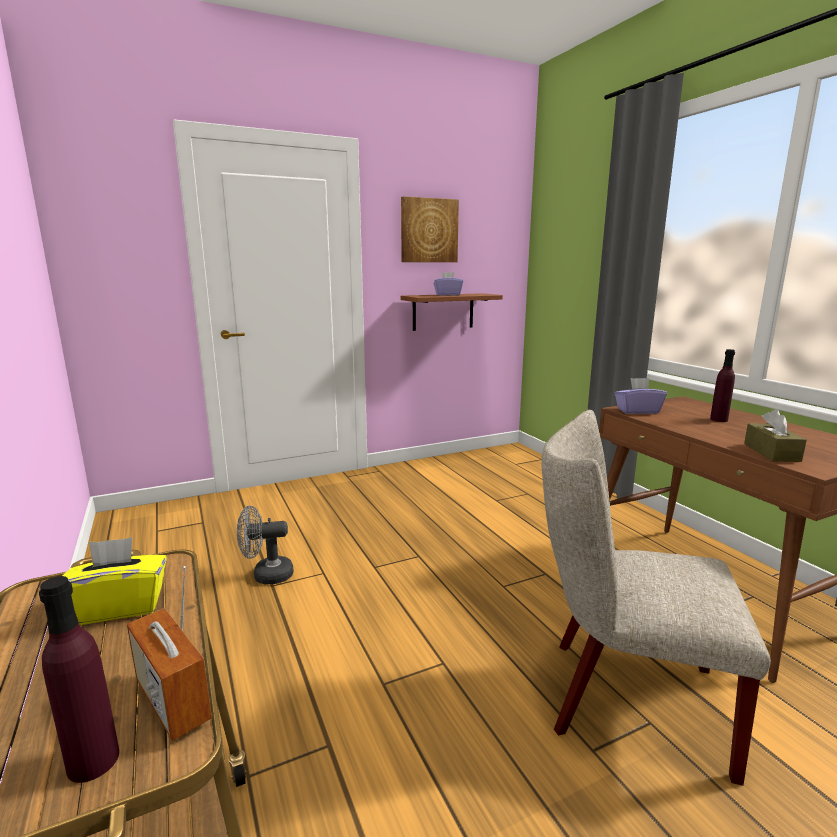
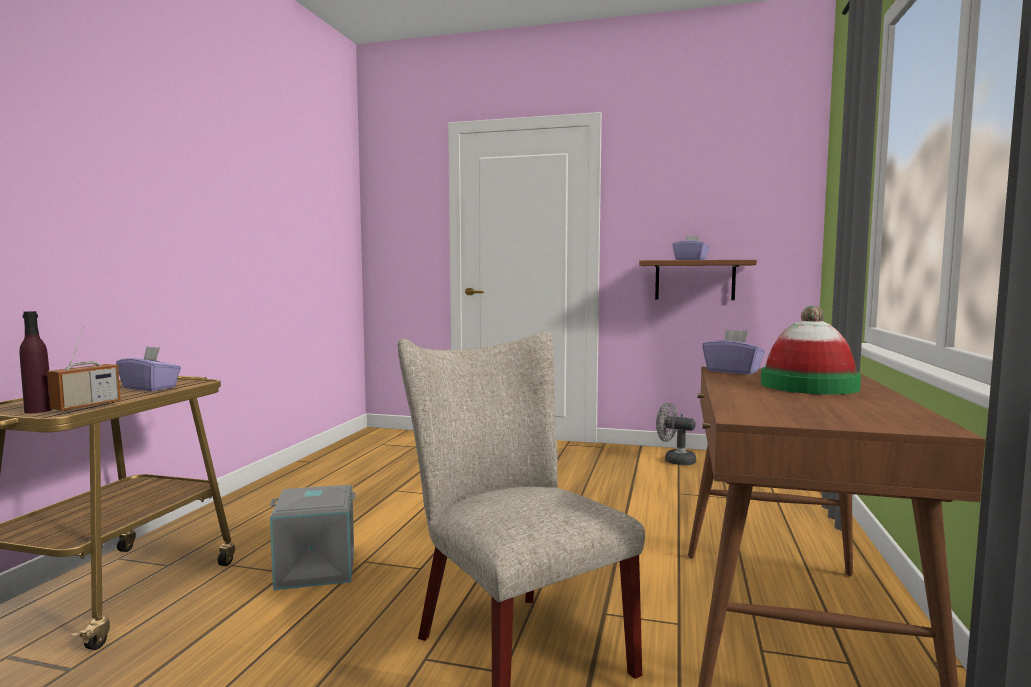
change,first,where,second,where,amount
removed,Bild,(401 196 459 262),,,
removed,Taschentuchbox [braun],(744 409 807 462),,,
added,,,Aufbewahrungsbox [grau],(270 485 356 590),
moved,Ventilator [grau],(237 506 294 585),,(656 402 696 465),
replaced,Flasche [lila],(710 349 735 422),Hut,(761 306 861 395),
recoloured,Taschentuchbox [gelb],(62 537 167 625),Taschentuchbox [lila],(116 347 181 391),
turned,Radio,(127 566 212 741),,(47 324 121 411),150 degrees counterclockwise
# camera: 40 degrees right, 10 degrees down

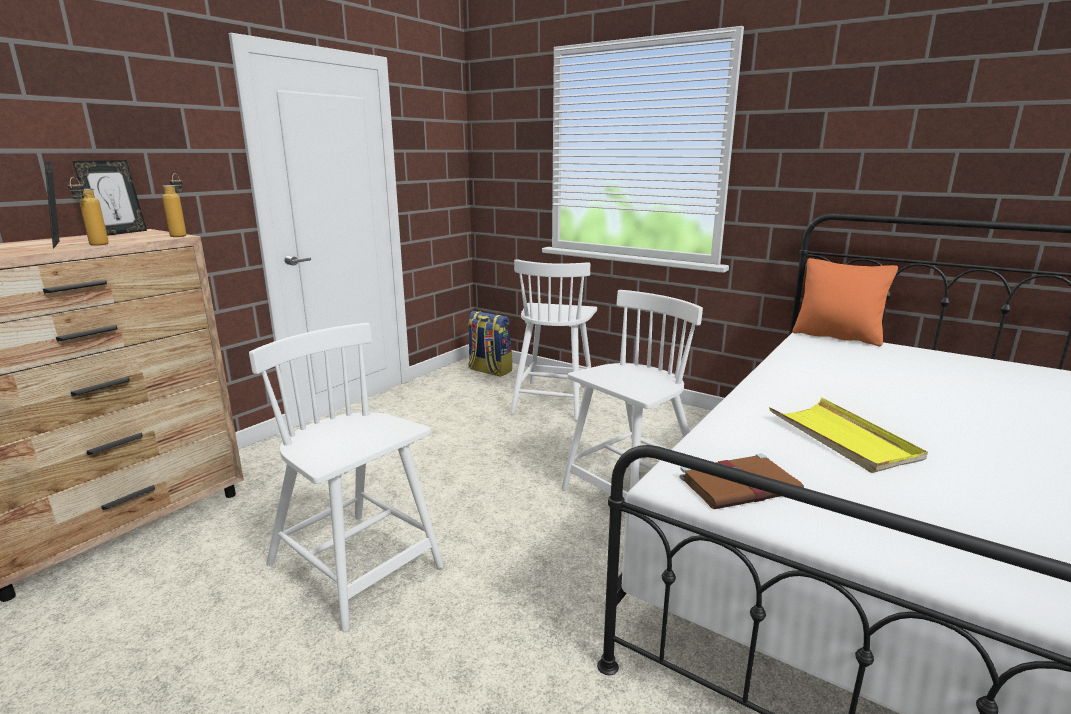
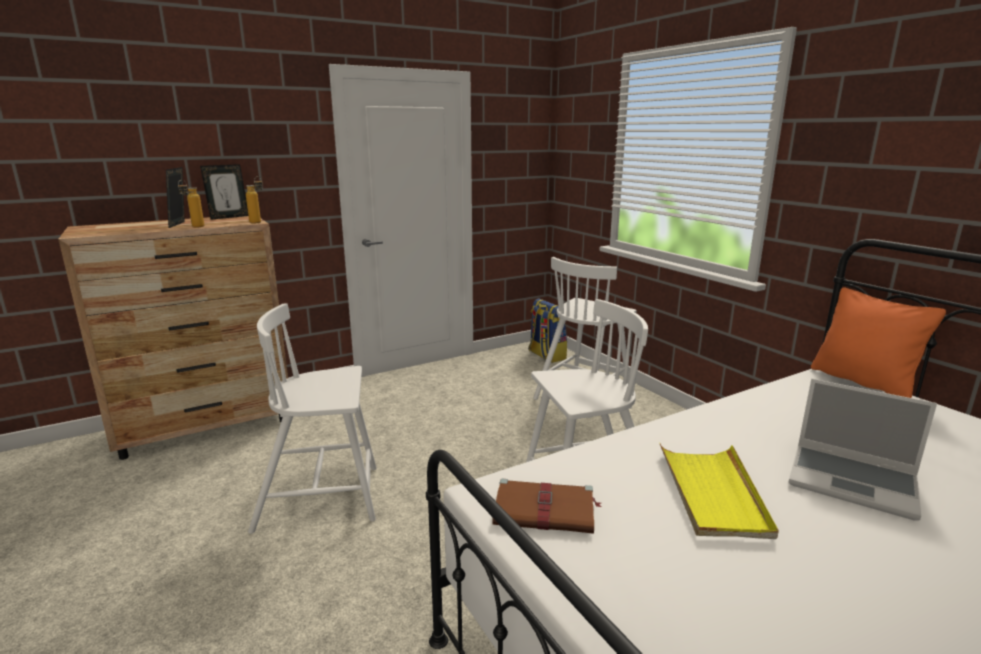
change,first,where,second,where,amount
added,,,Laptop,(789 378 937 520),
turned,Stuhl [weiß],(249 323 443 632),,(248 303 377 534),75 degrees counterclockwise
# camera: 25 degrees right, 0 degrees up

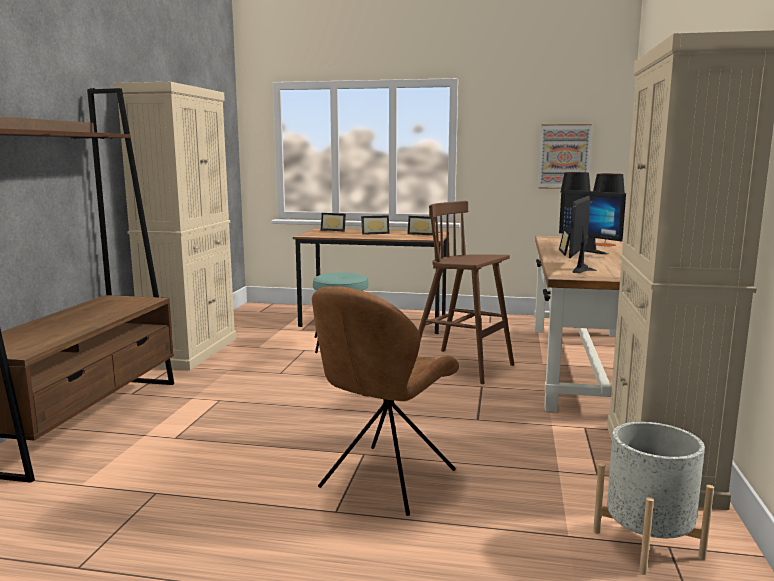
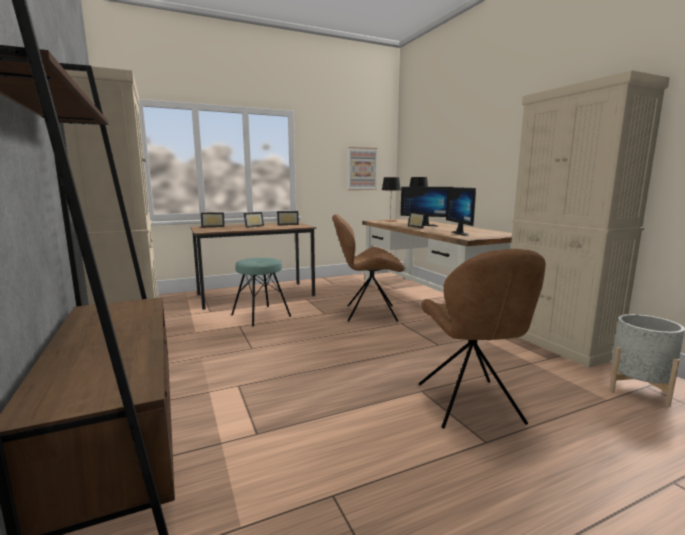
change,first,where,second,where,amount
replaced,Hocker [braun],(418 201 514 384),Stuhl [braun],(332 214 404 322),
# camera: 35 degrees left, 0 degrees up

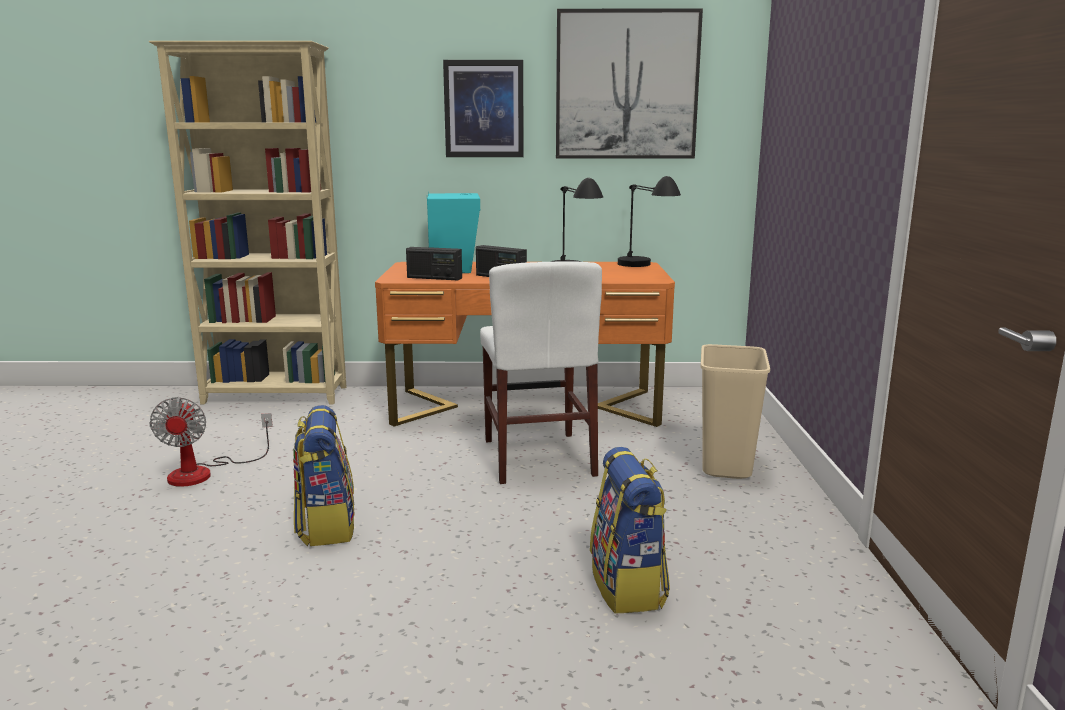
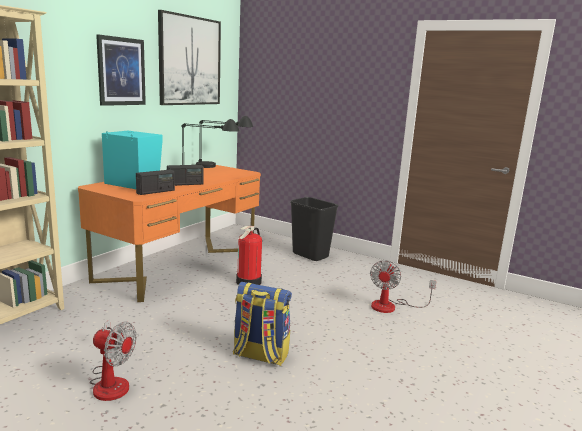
change,first,where,second,where,amount
replaced,Stuhl [weiß],(480 261 602 484),Feuerlöscher,(236 225 262 285),
replaced,Rucksack,(590 447 670 613),Ventilator,(370 260 436 313),
recoloured,Mülleimer [beige],(701 344 770 479),Mülleimer [schwarz],(290 197 338 261),
# camera: 60 degrees left, 0 degrees up

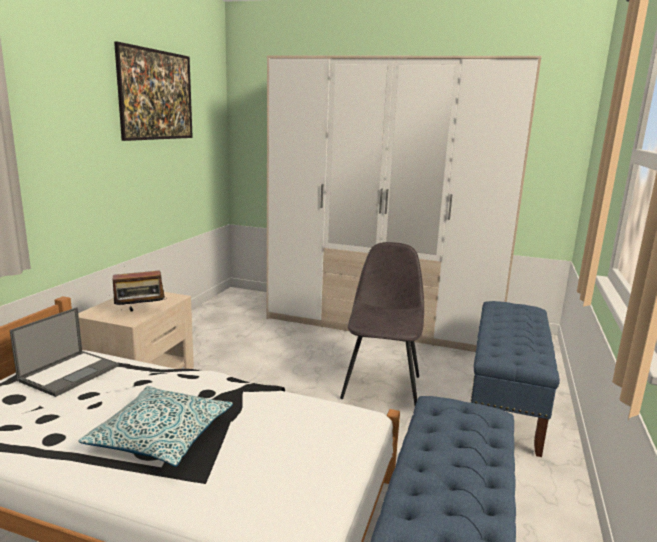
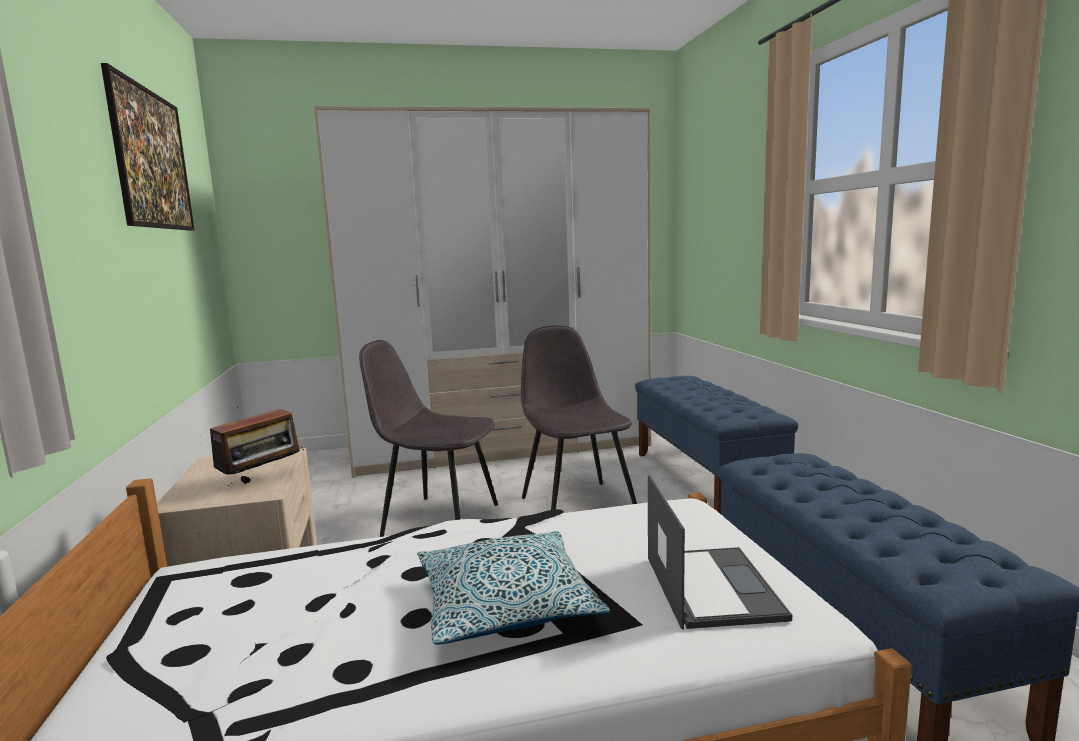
change,first,where,second,where,amount
added,,,Stuhl [grau],(359 340 498 537),
moved,Laptop,(10 307 119 397),,(648 475 792 629),
# camera: 30 degrees left, 5 degrees down

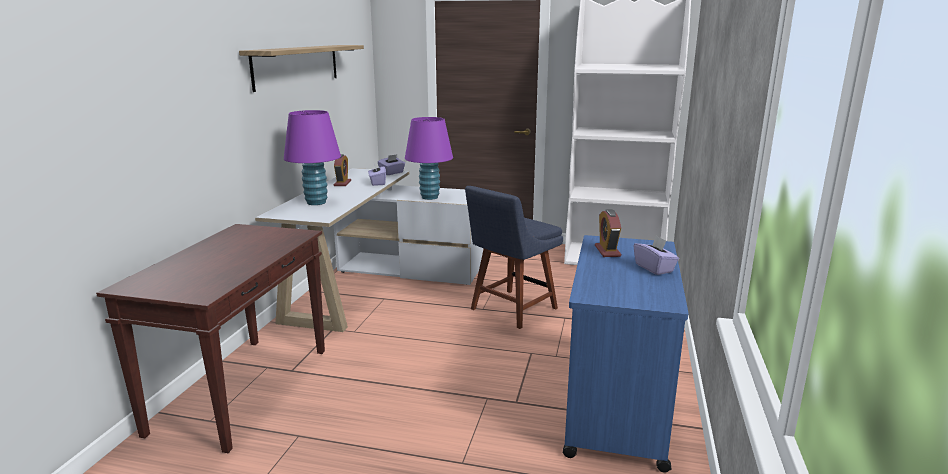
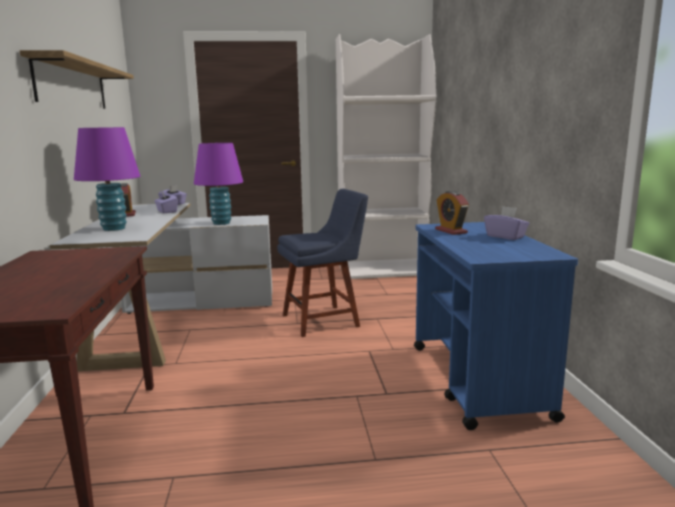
change,first,where,second,where,amount
turned,Stuhl [blau],(465 186 563 329),,(277 189 368 337),135 degrees counterclockwise
# camera: 20 degrees left, 5 degrees down

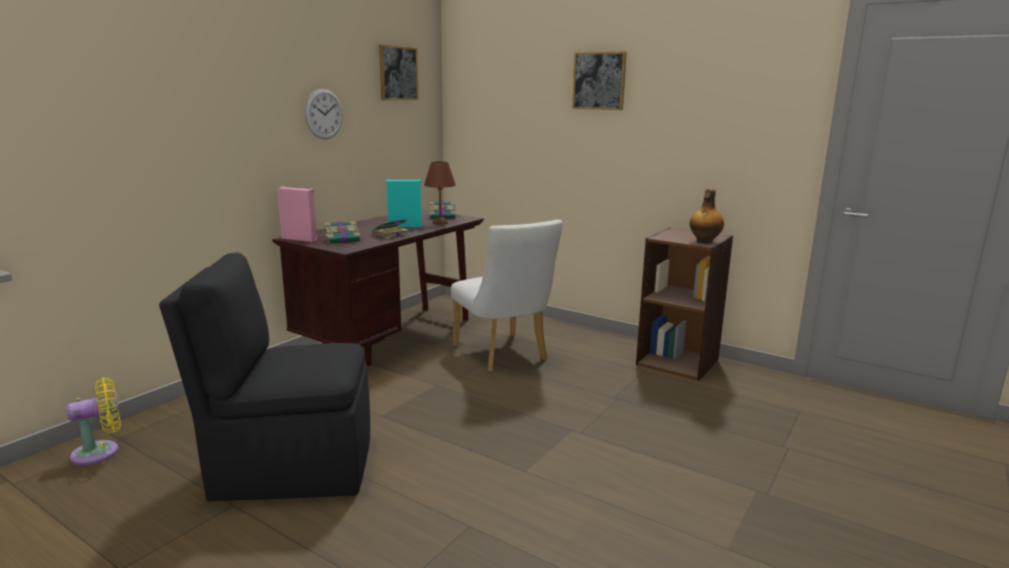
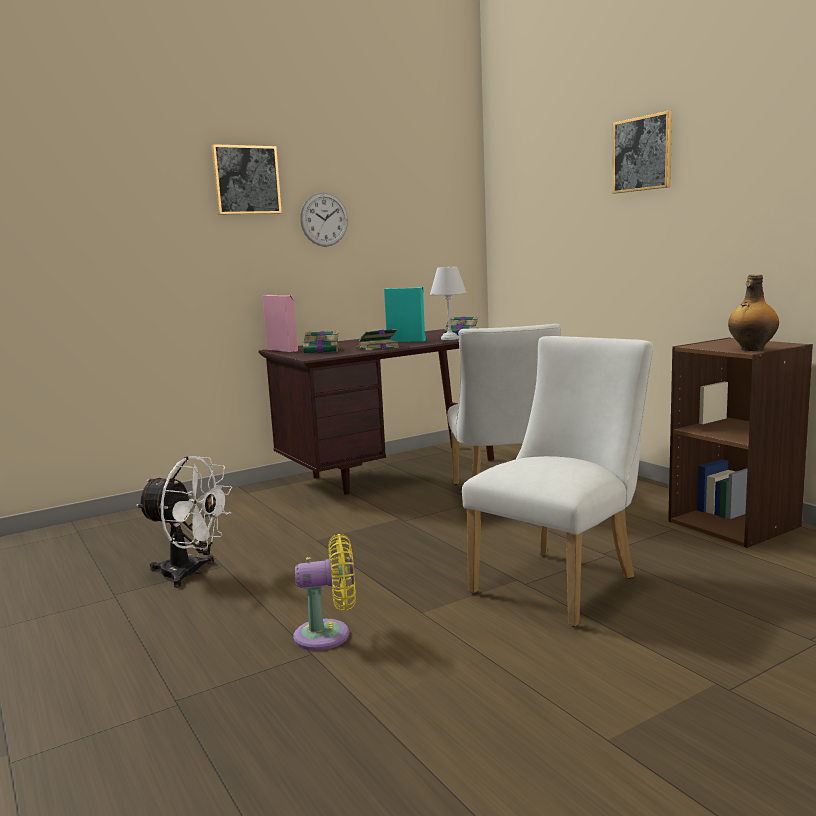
change,first,where,second,where,amount
added,,,Stuhl [weiß],(462 336 653 627),
moved,Ventilator [gelb],(66 378 121 465),,(294 534 356 651),
moved,Bild,(379 45 419 100),,(211 144 282 215),
replaced,Stuhl [schwarz],(159 253 370 501),Ventilator [weiß],(136 456 233 587),
recoloured,Tischlampe [braun],(424 161 456 225),Tischlampe [weiß],(430 267 467 340),
# camera: 25 degrees right, 5 degrees down

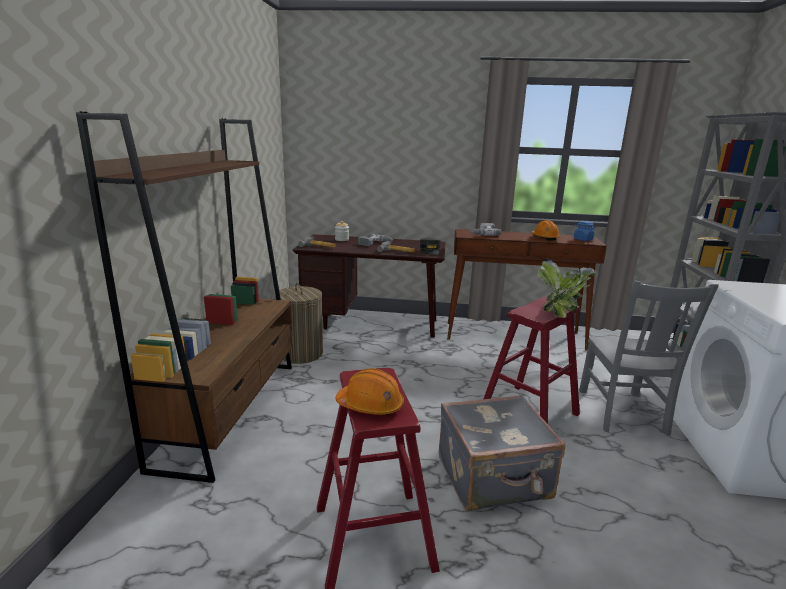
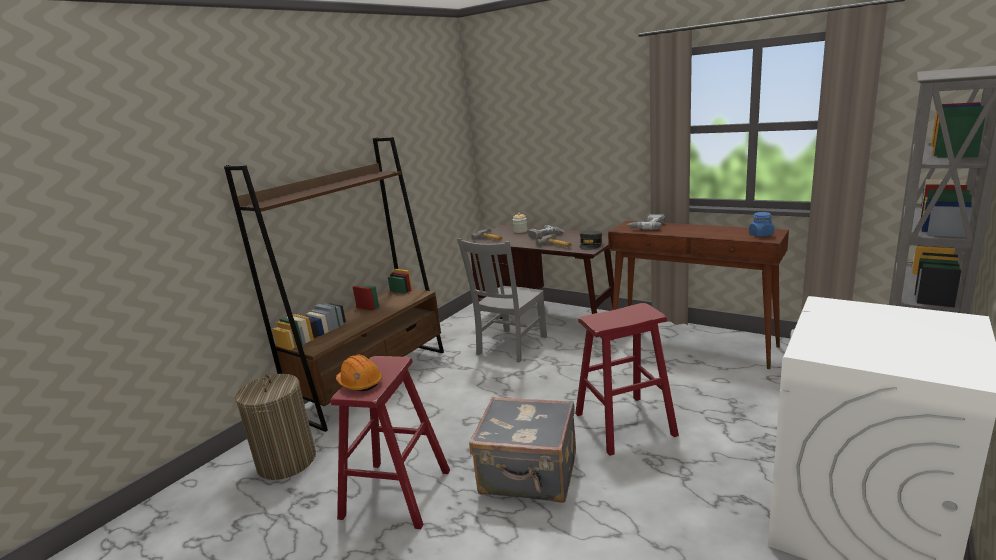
change,first,where,second,where,amount
removed,Schutzhelm [orange],(531 220 560 241),,,
removed,Topfpflanze,(537 259 595 318),,,
moved,Wäschekorb,(275 283 323 364),,(235 374 316 480),
moved,Stuhl [grau],(579 281 719 436),,(457 238 547 362),
# camera: 30 degrees right, 0 degrees up

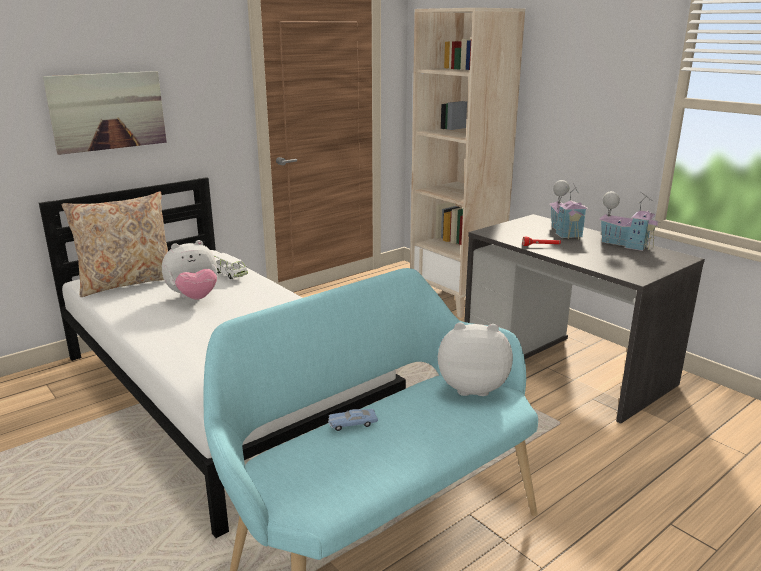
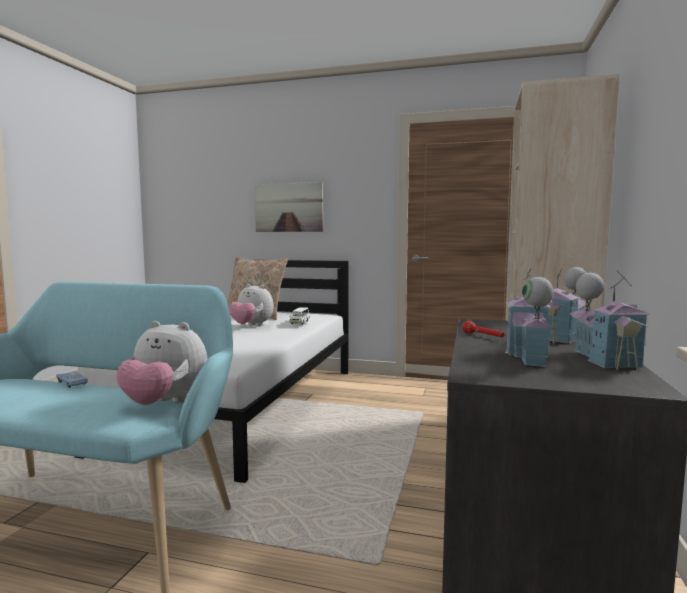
change,first,where,second,where,amount
added,,,Spielzeughaus,(505 269 555 367),
turned,Plüschtier,(438 322 513 396),,(116 321 208 405),135 degrees clockwise
# camera: 55 degrees right, 15 degrees down

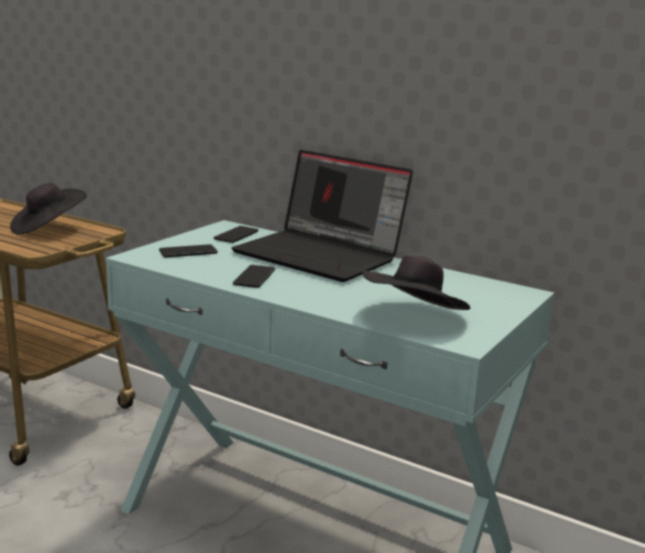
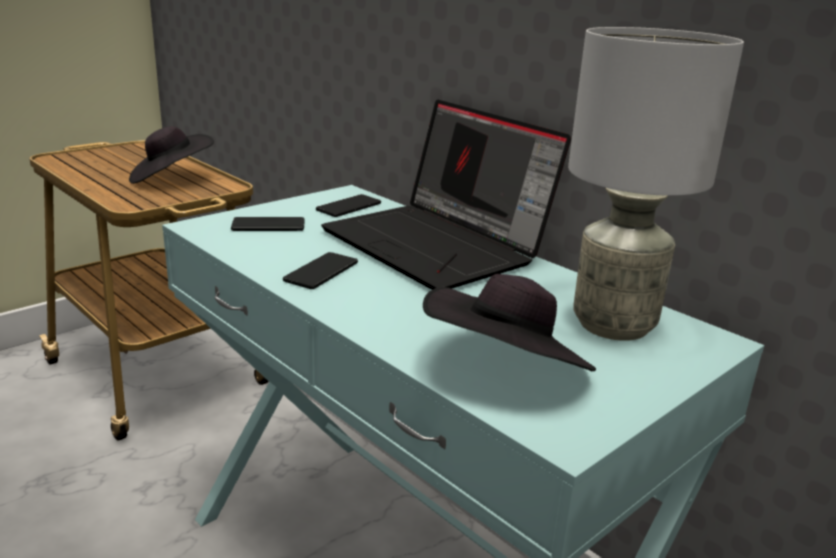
change,first,where,second,where,amount
added,,,Tischlampe [grau],(568 27 744 341),
# camera: 15 degrees right, 5 degrees up

